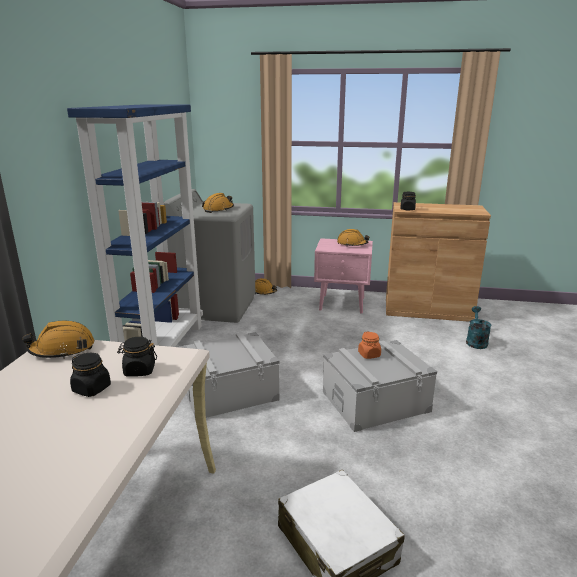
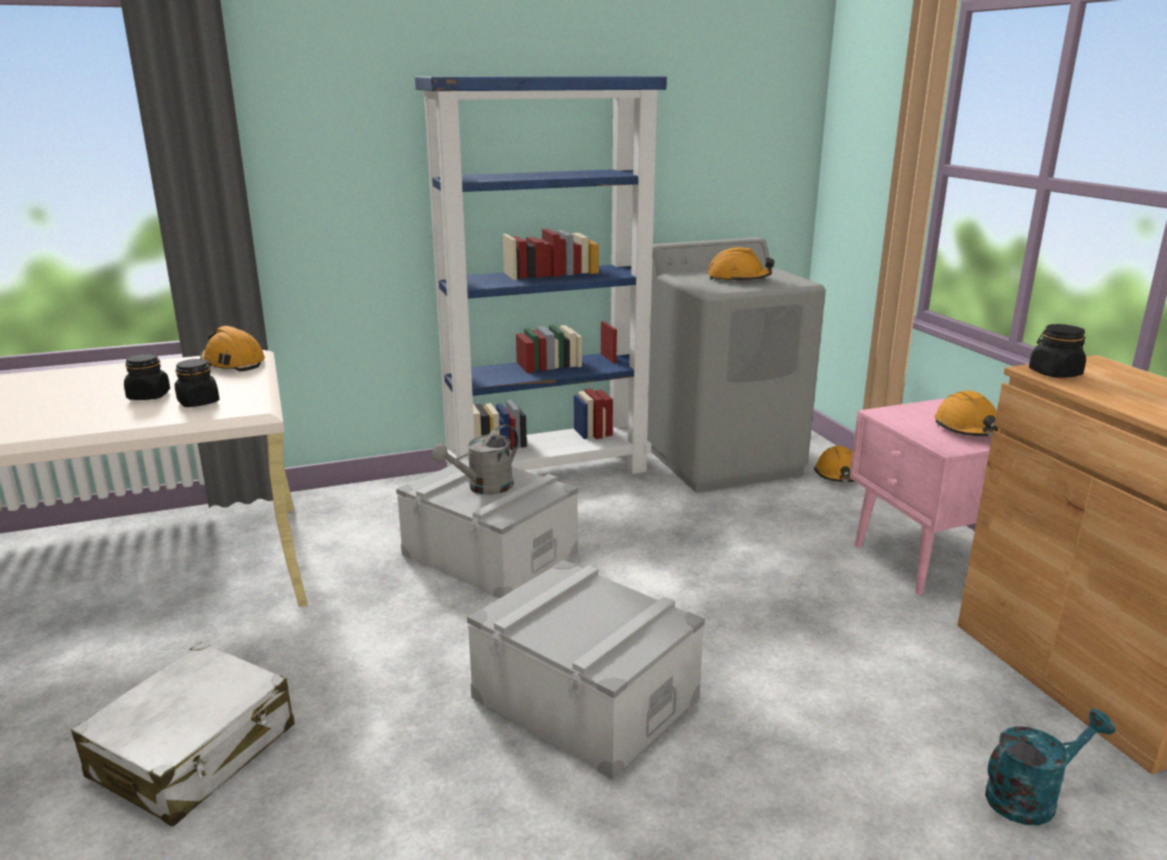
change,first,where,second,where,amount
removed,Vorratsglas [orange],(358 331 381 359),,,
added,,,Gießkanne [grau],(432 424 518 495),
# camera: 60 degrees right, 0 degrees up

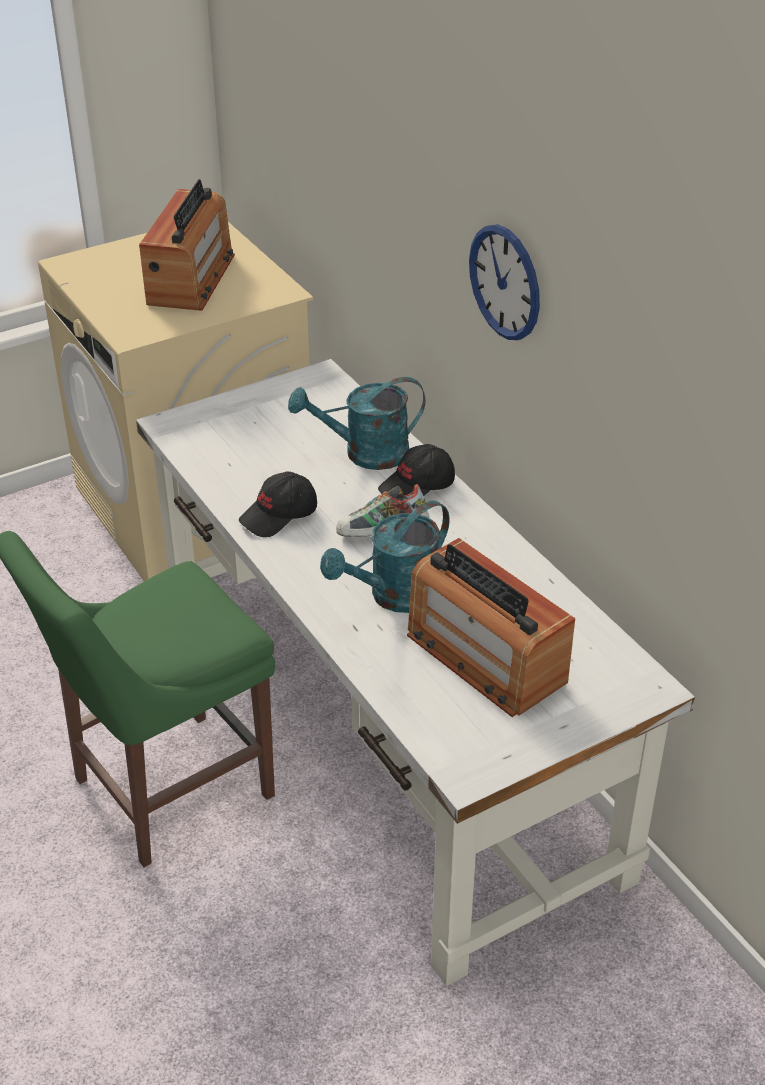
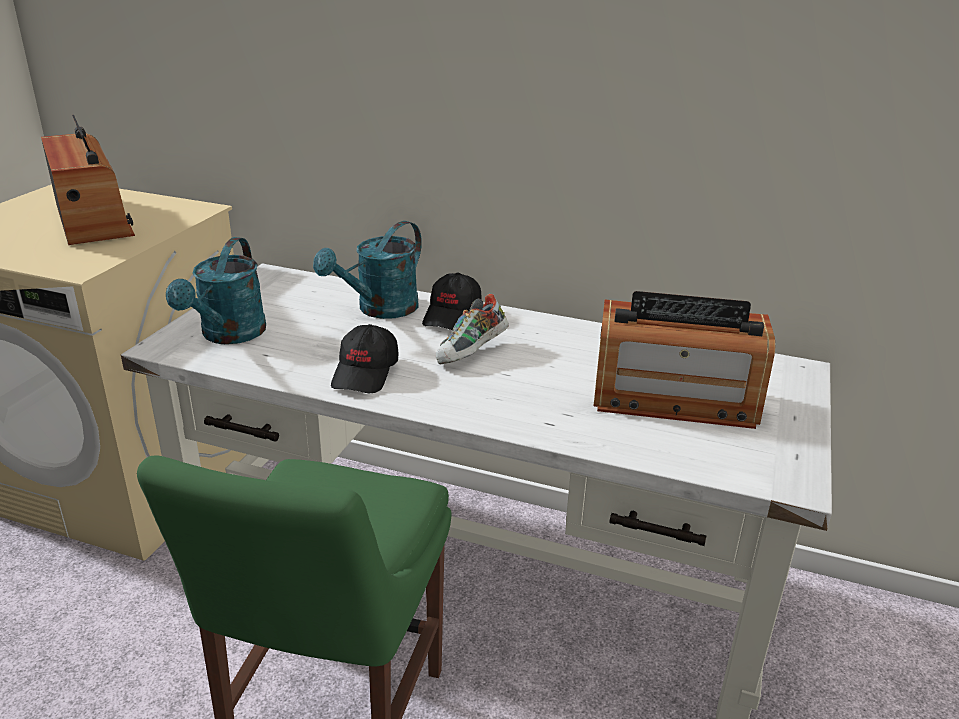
change,first,where,second,where,amount
removed,Wanduhr,(469 224 540 340),,,
moved,Gießkanne [türkis],(320 500 449 613),,(166 237 266 344),
# camera: 40 degrees left, 10 degrees down

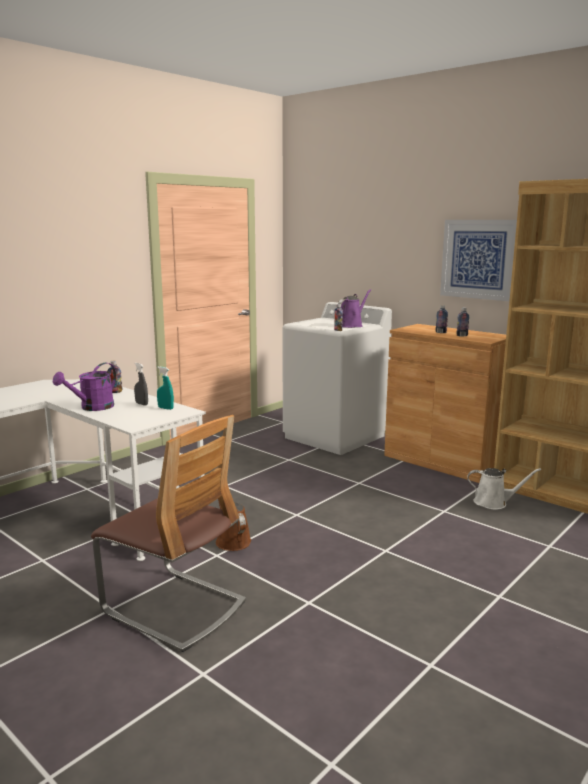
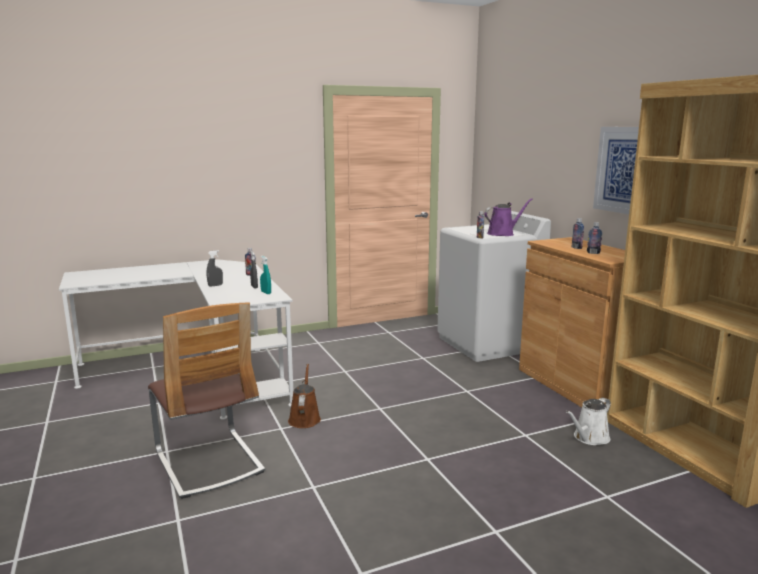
change,first,where,second,where,amount
replaced,Gießkanne [lila],(53 363 116 411),Sprühflasche [grau],(207 250 223 287),
turned,Gießkanne [weiß],(468 468 541 510),,(566 398 611 445),105 degrees clockwise
# camera: 25 degrees right, 0 degrees up

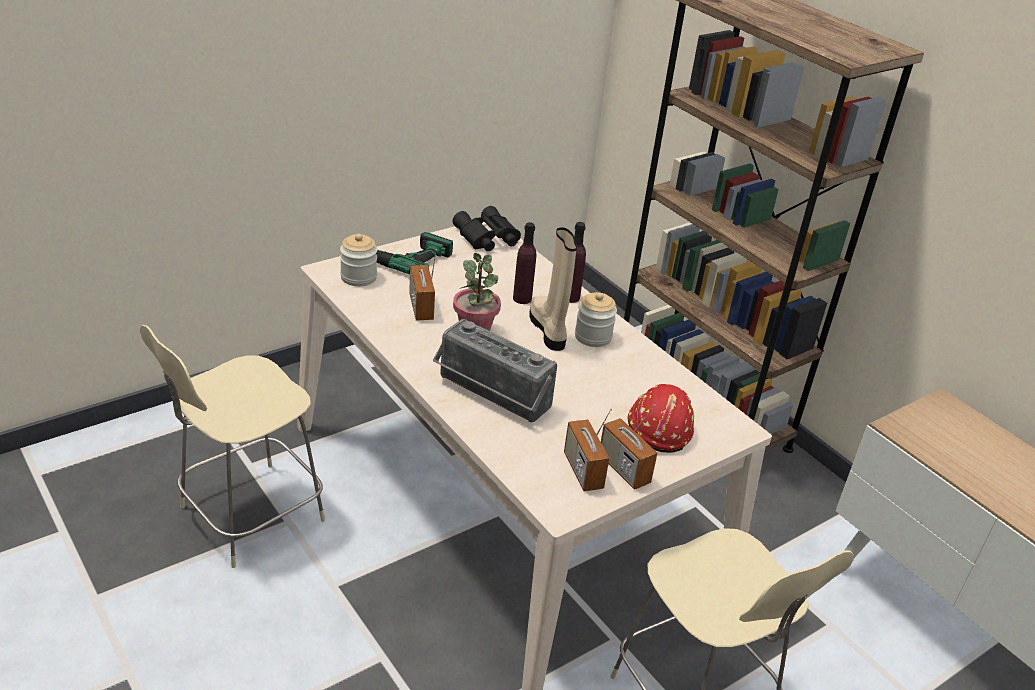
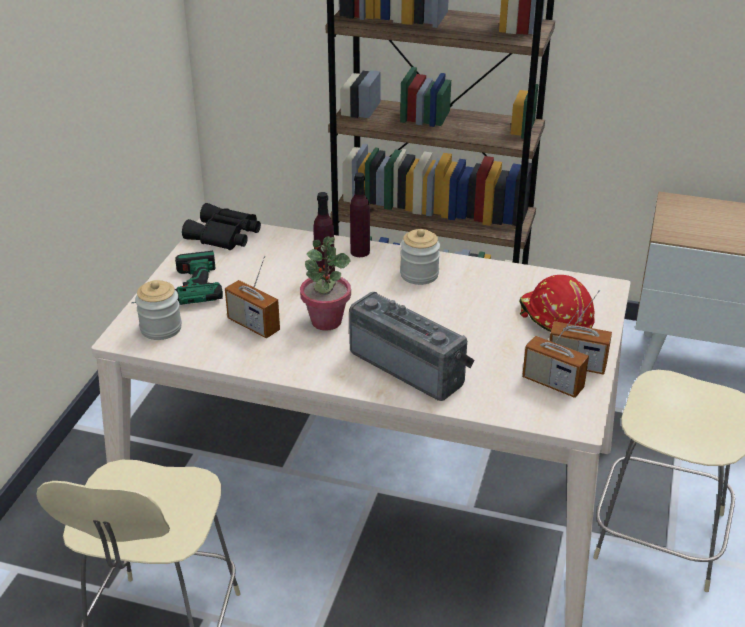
change,first,where,second,where,amount
removed,Stiefel [beige],(529 227 577 351),,,
turned,Radio,(433 319 557 422),,(349 292 475 401),135 degrees counterclockwise
# camera: 35 degrees left, 0 degrees up

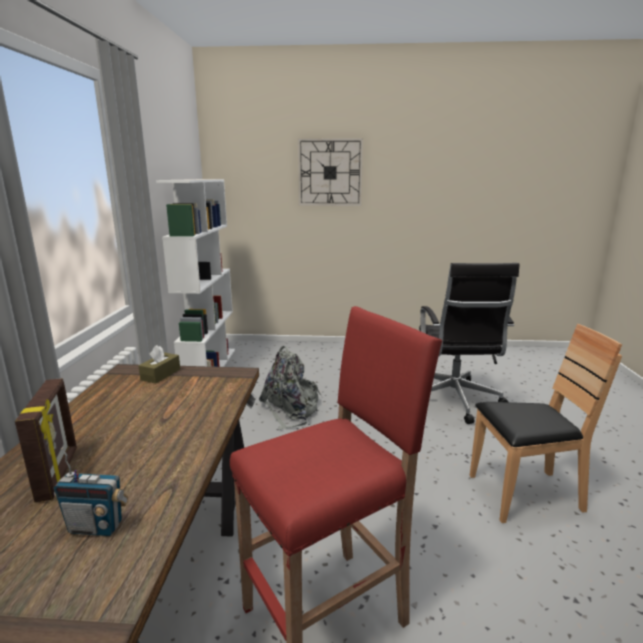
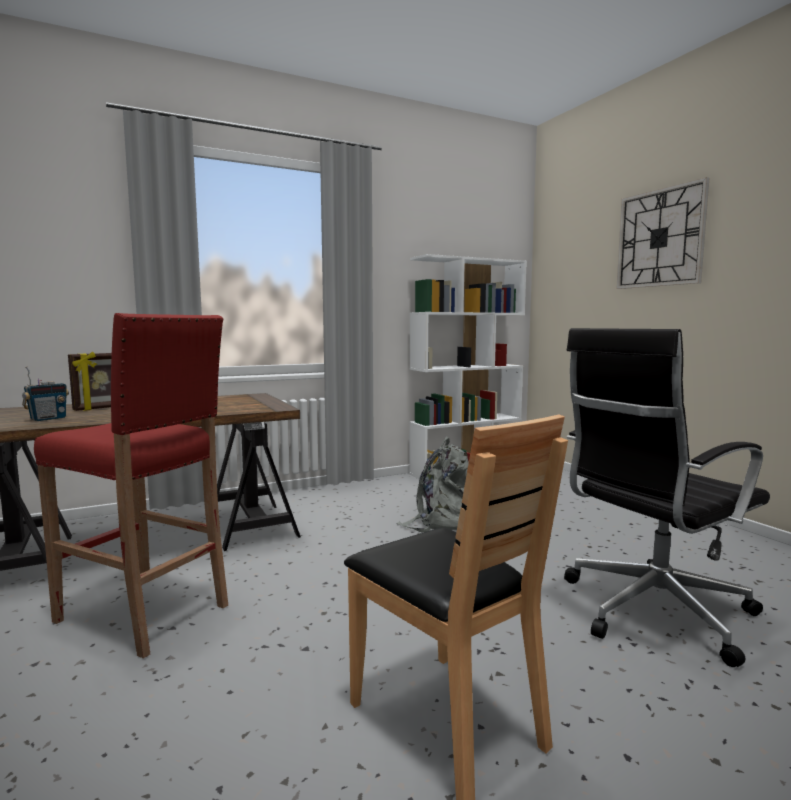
change,first,where,second,where,amount
removed,Taschentuchbox [braun],(139 345 180 383),,,
turned,Radio,(53 447 128 536),,(22 366 69 421),120 degrees counterclockwise
# camera: 60 degrees right, 10 degrees down

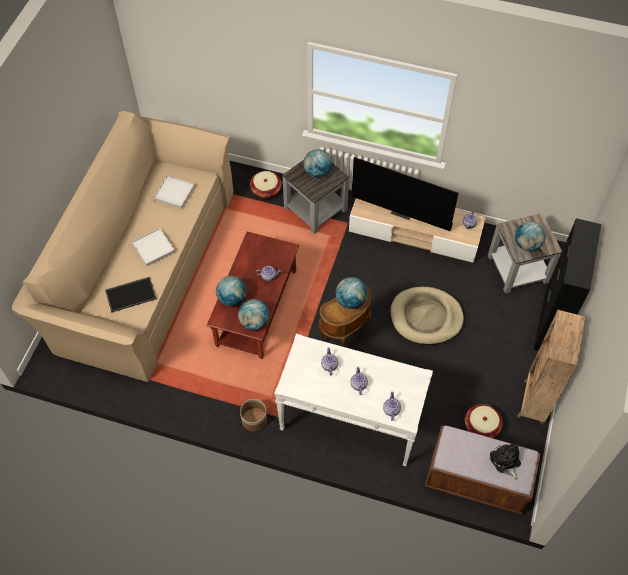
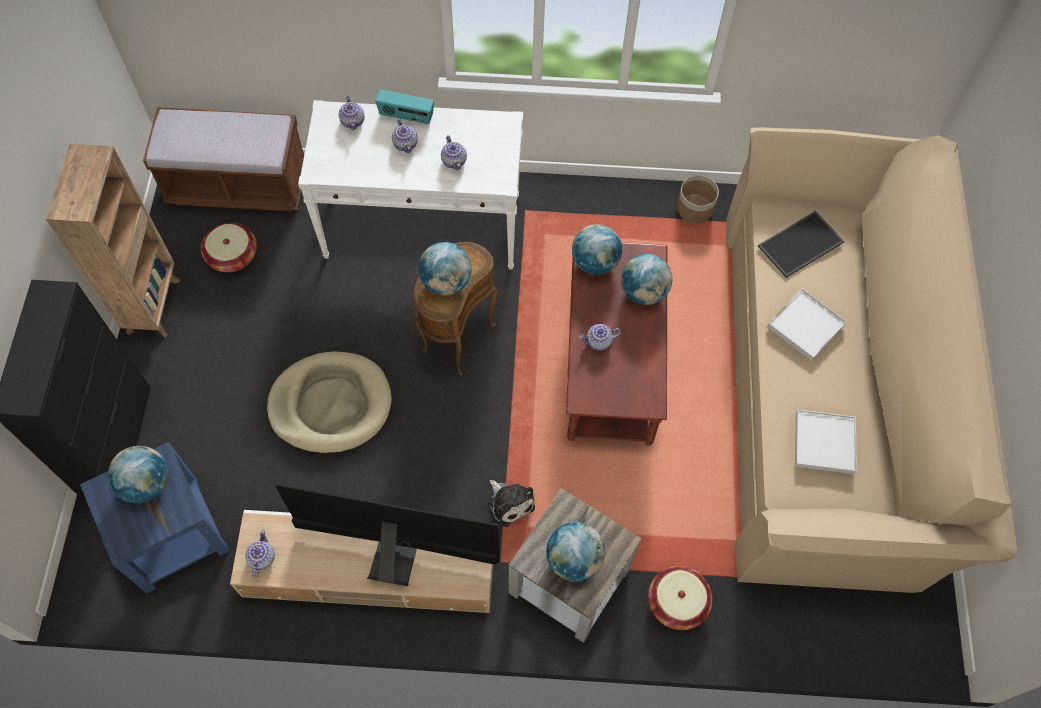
change,first,where,second,where,amount
added,,,Radio,(375 90 434 124),
moved,Pflanzkübel,(240 399 267 431),,(677 175 719 223),
moved,Plüschtier,(490 444 521 480),,(488 480 535 527),
recoloured,Beistelltisch [grau],(488 213 562 294),Beistelltisch [blau],(80 442 229 593),
# camera: 165 degrees right, 5 degrees up

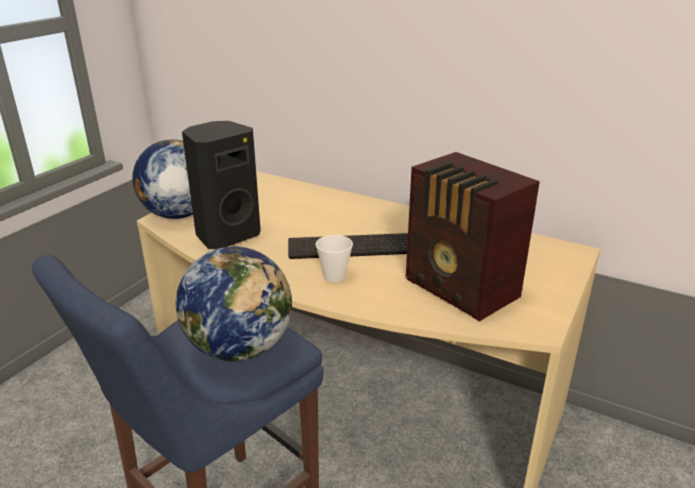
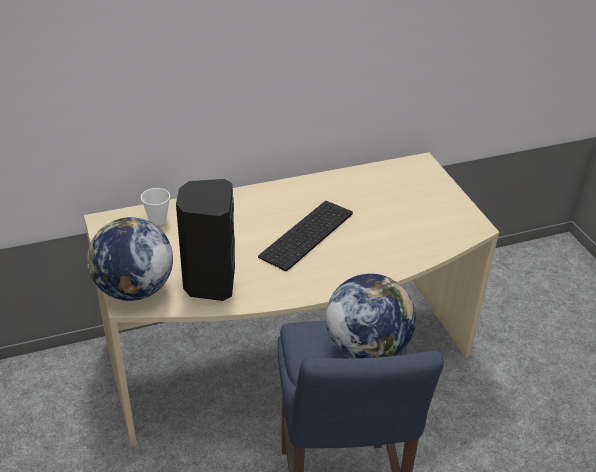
change,first,where,second,where,amount
removed,Radio,(406 152 540 321),,,
moved,Tasse,(316 235 353 282),,(141 188 170 226),
# camera: 50 degrees left, 10 degrees up

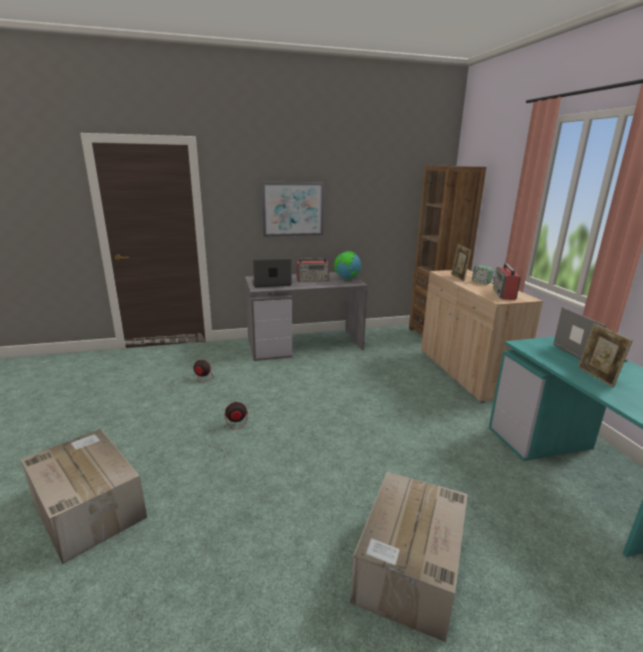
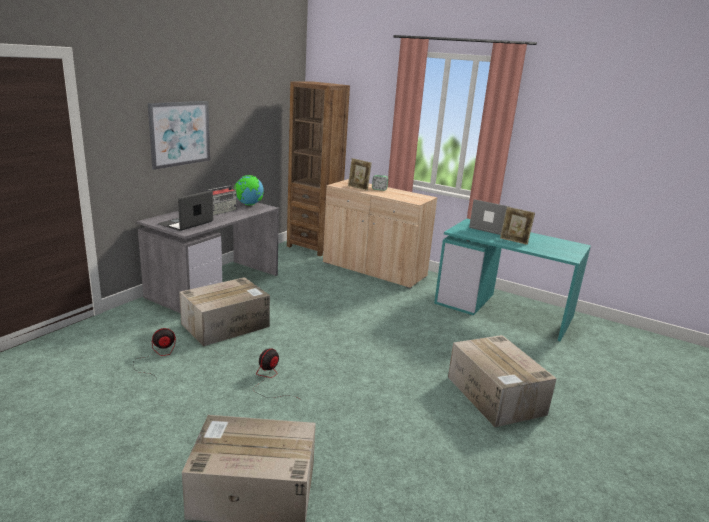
change,first,where,second,where,amount
removed,Radio,(492 263 521 300),,,
added,,,Karton,(179 277 270 346),
# camera: 45 degrees left, 0 degrees up

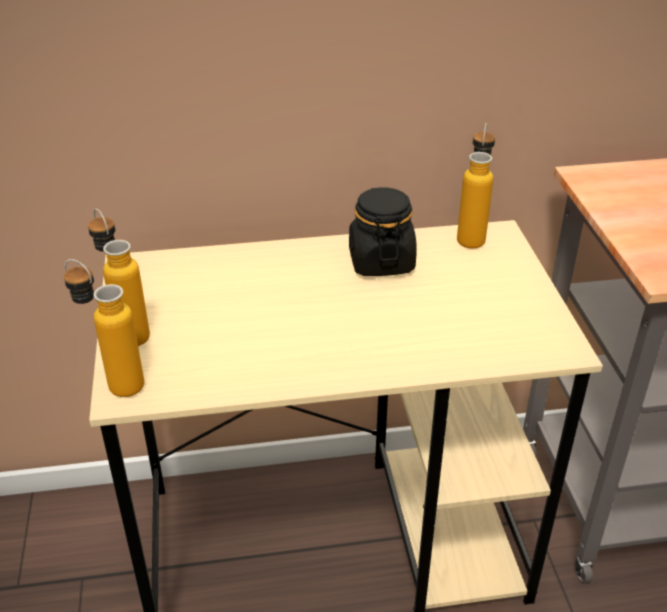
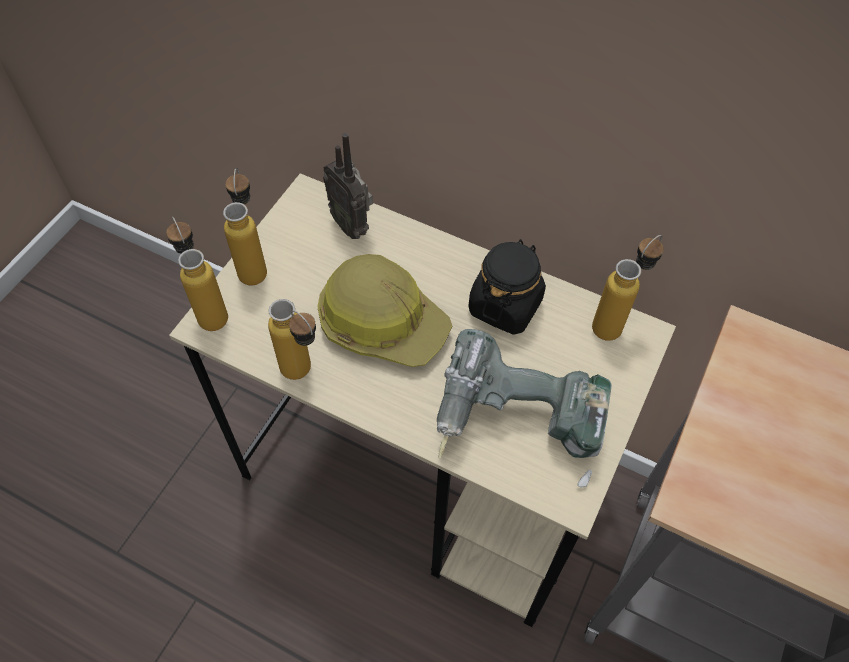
change,first,where,second,where,amount
added,,,Flasche,(268 299 316 380),
added,,,Schutzhelm,(317 254 452 367),
added,,,Radio,(323 133 373 239),
added,,,Bohrmaschine,(437 329 612 488),
# camera: 35 degrees right, 20 degrees up

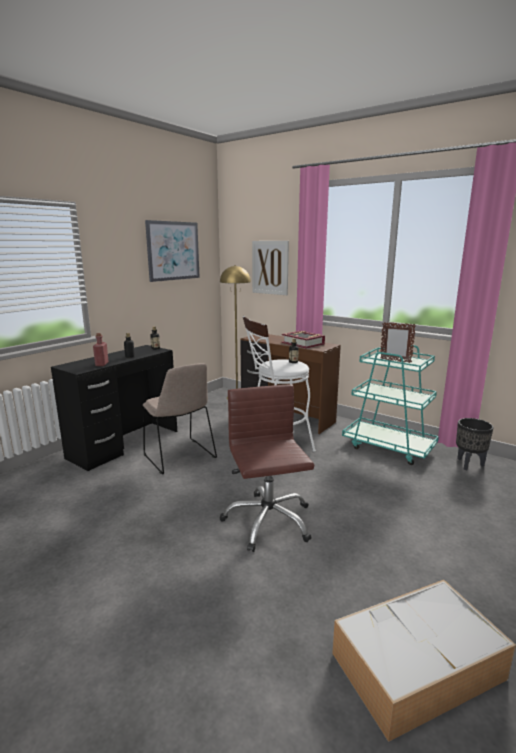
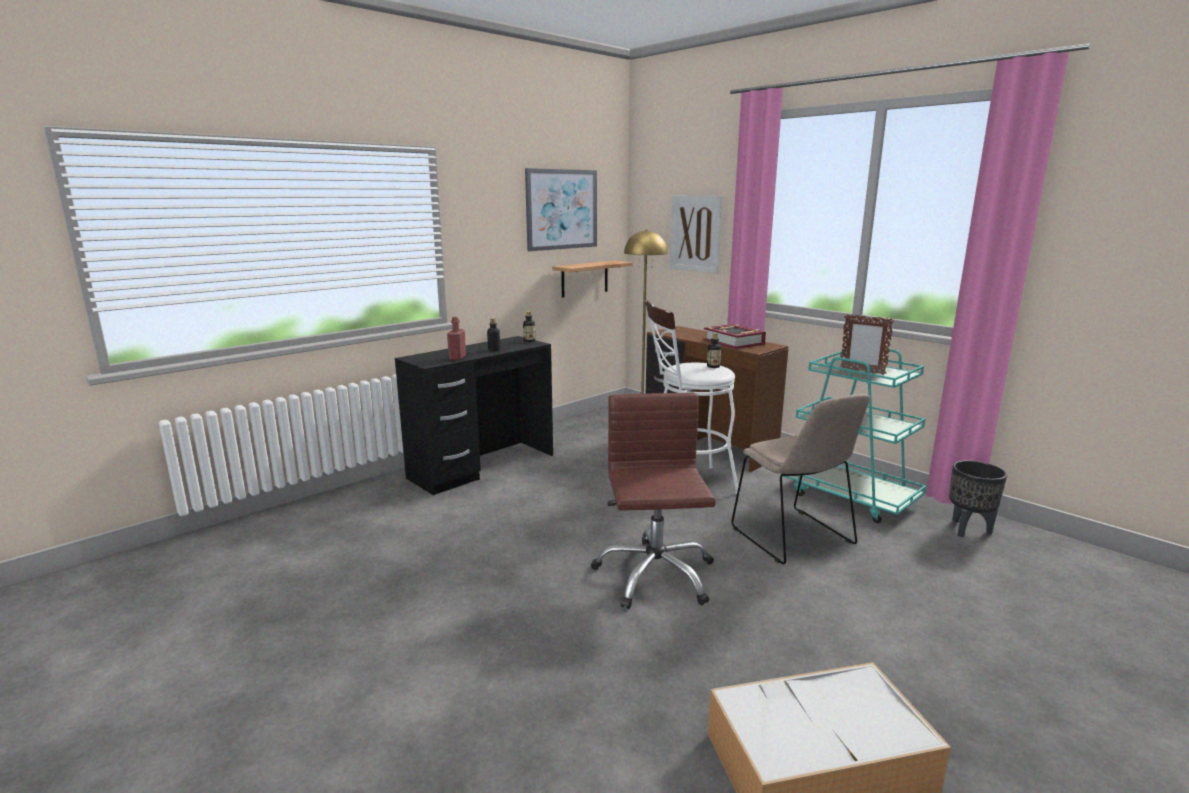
change,first,where,second,where,amount
added,,,Wandregal,(552 260 633 298),
moved,Stuhl [beige],(143 363 217 474),,(732 394 870 564),
# camera: 10 degrees right, 0 degrees up

